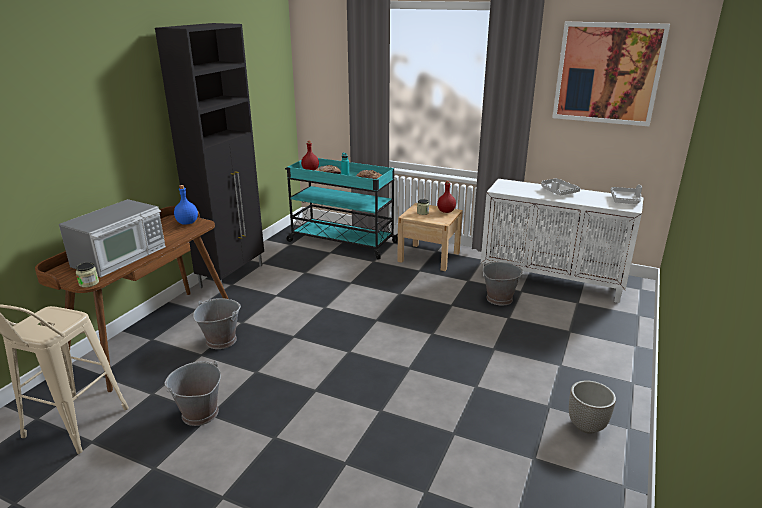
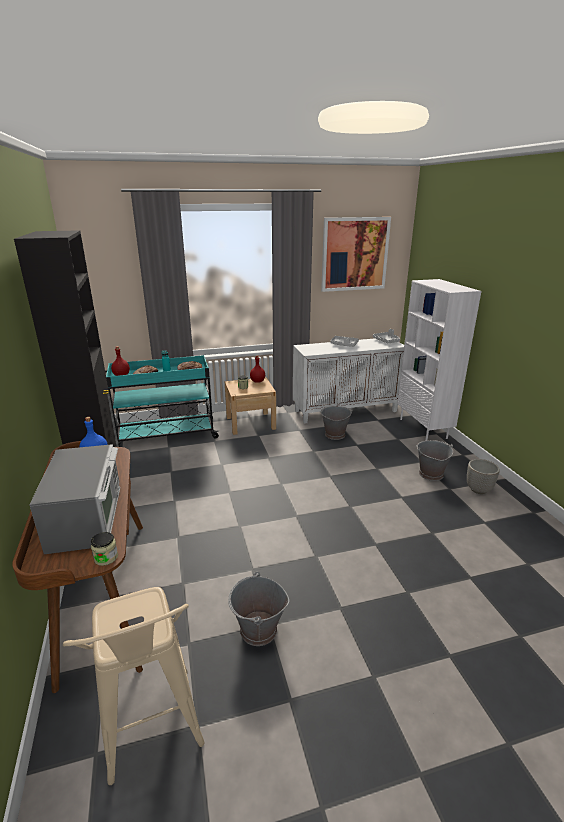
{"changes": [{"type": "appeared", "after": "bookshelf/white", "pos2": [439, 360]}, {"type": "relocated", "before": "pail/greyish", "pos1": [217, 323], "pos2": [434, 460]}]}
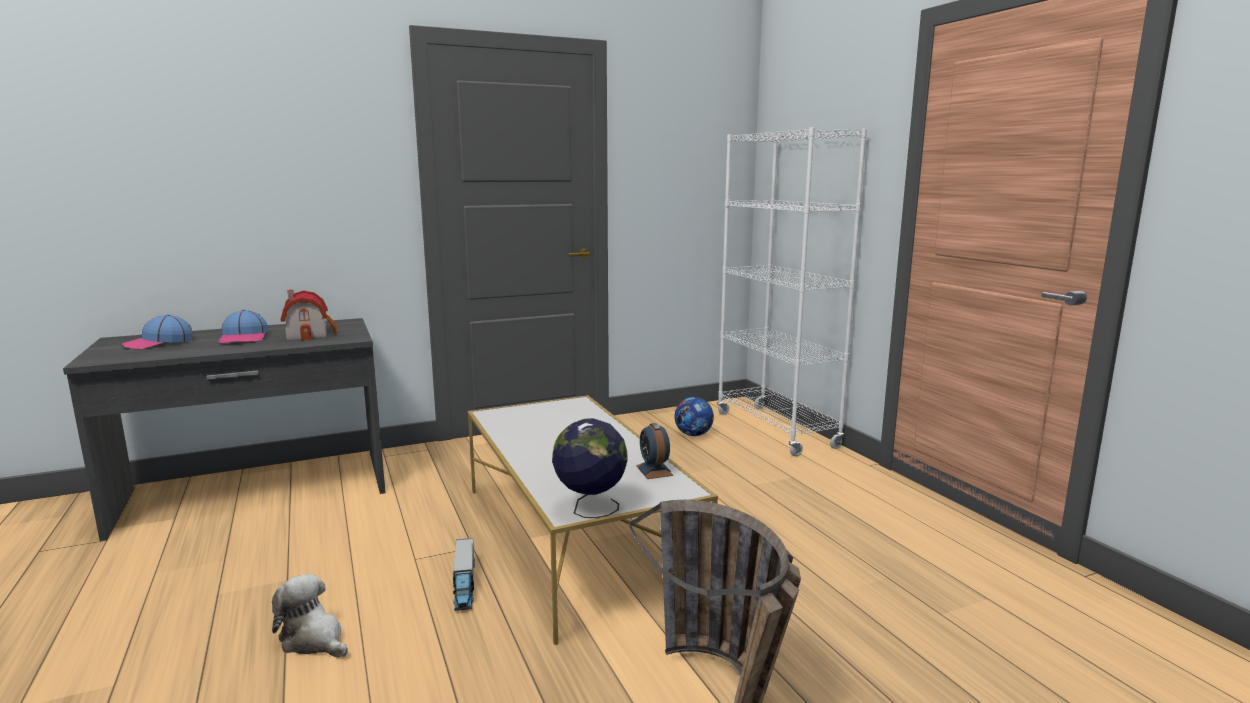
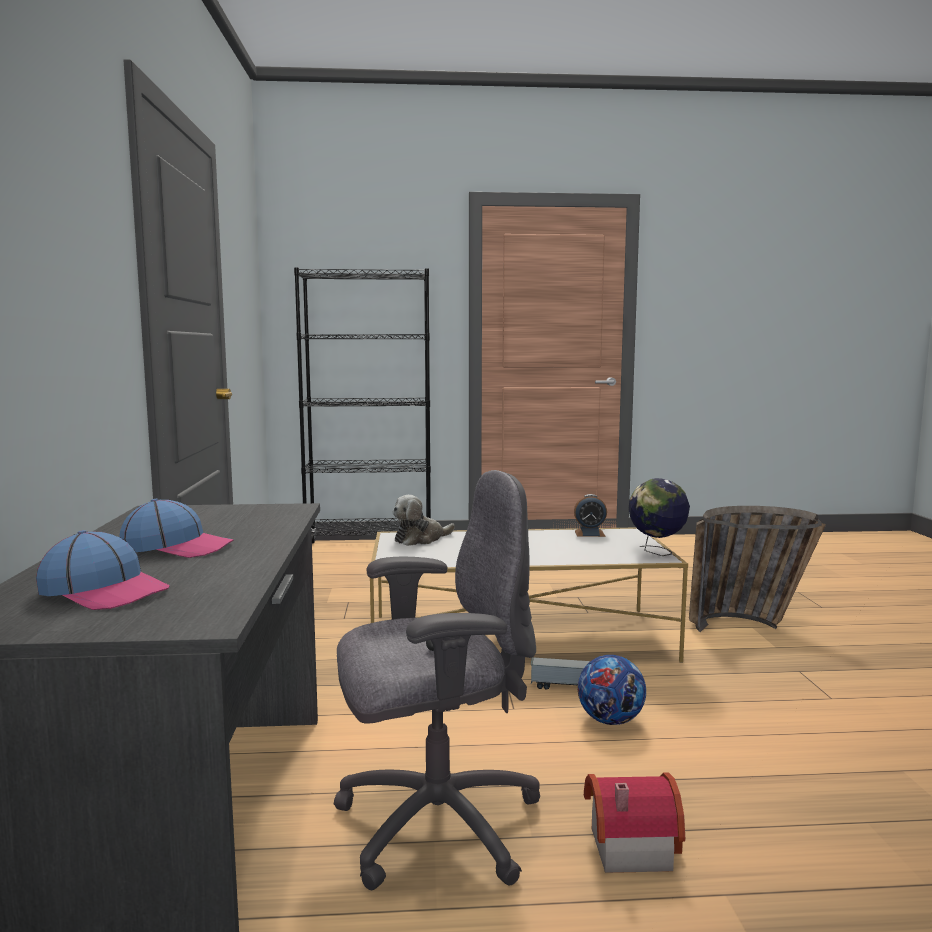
{"changes": [{"type": "appeared", "after": "desk chair/greyish", "pos2": [437, 680]}, {"type": "relocated", "before": "cuddly toy", "pos1": [310, 616], "pos2": [423, 520]}, {"type": "relocated", "before": "toy house", "pos1": [309, 315], "pos2": [634, 823]}, {"type": "relocated", "before": "ball for football", "pos1": [694, 416], "pos2": [612, 690]}, {"type": "colour", "before": "bookshelf/white", "after": "bookshelf/black-coloured", "pos1": [792, 291], "pos2": [362, 405]}, {"type": "spun", "before": "cap", "pos1": [157, 331], "pos2": [103, 570], "turn": -45}]}
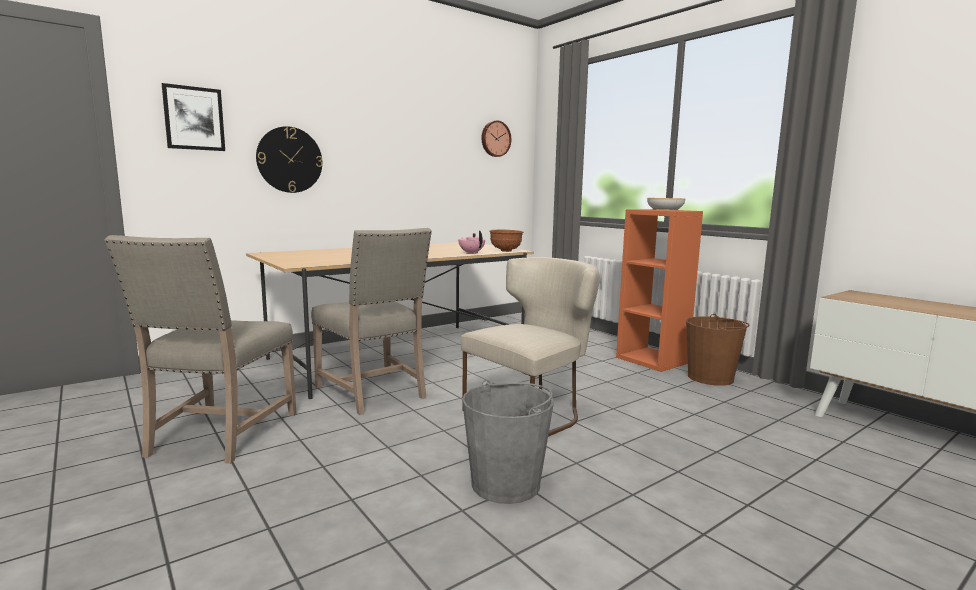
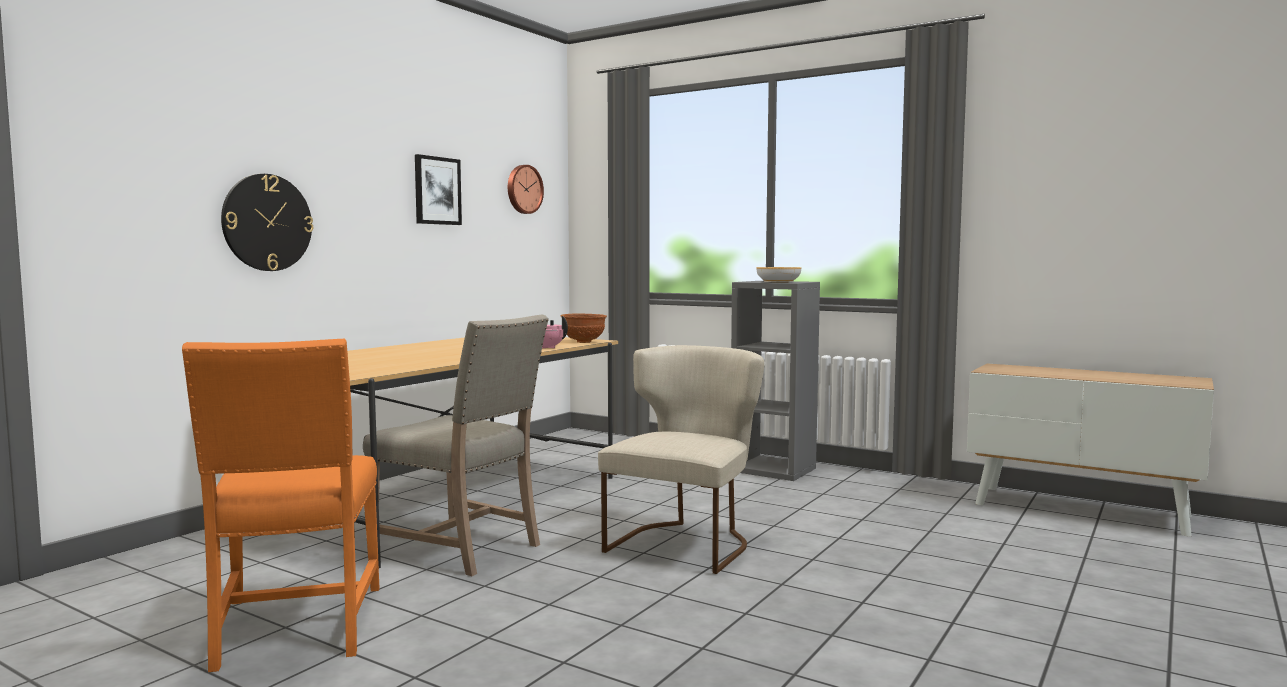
{"changes": [{"type": "missing", "before": "pail/greyish", "pos1": [508, 442]}, {"type": "missing", "before": "pail/brown", "pos1": [718, 350]}, {"type": "relocated", "before": "wall picture", "pos1": [193, 117], "pos2": [438, 189]}, {"type": "colour", "before": "upright chair/beige", "after": "upright chair/orange", "pos1": [200, 349], "pos2": [280, 505]}, {"type": "colour", "before": "bookshelf/orange", "after": "bookshelf/greyish", "pos1": [659, 290], "pos2": [775, 381]}]}
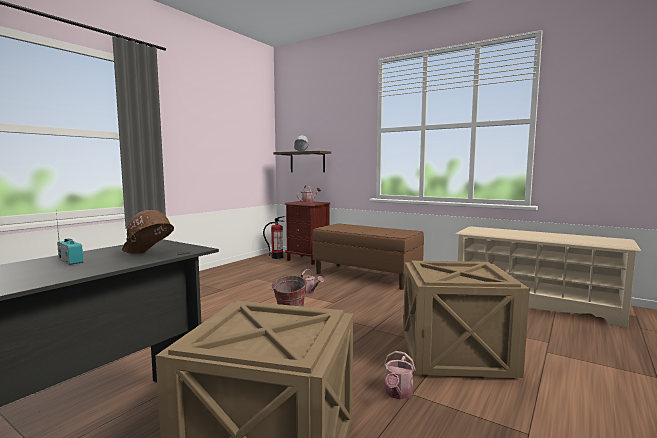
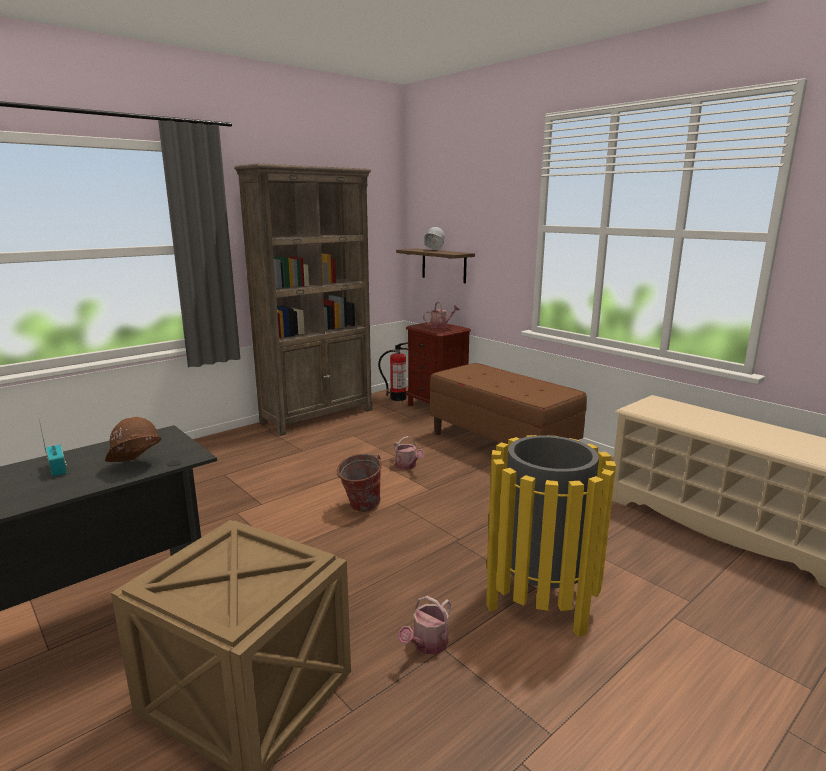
{"changes": [{"type": "appeared", "after": "bookshelf/brown", "pos2": [303, 300]}, {"type": "exchanged", "before": "shipping crate", "after": "trash can/yellow", "pos1": [466, 320], "pos2": [551, 536]}]}
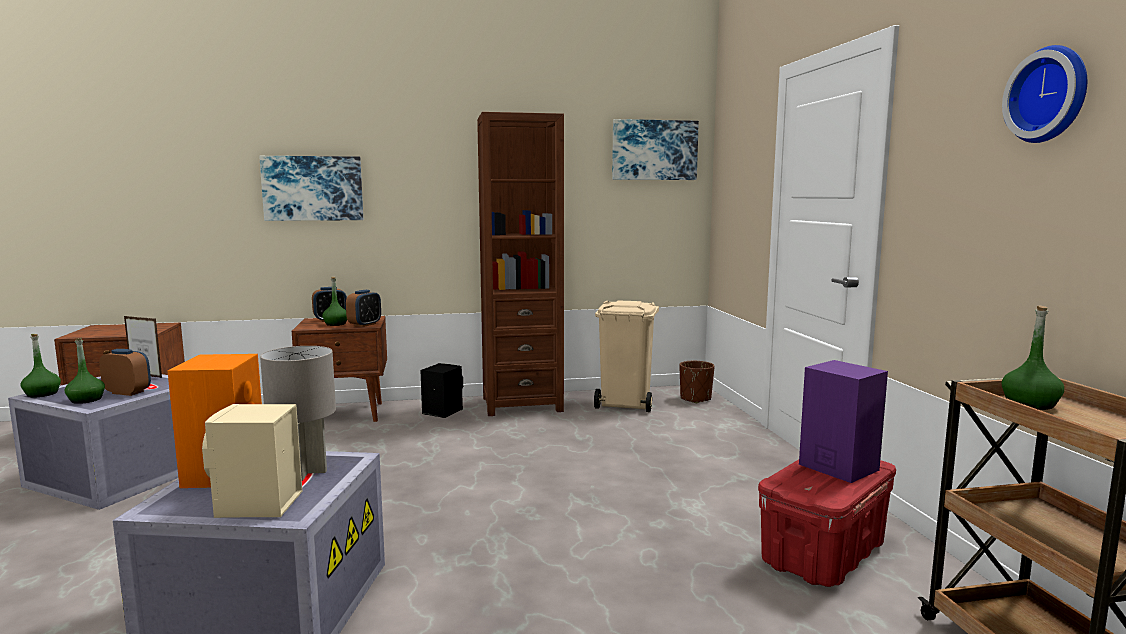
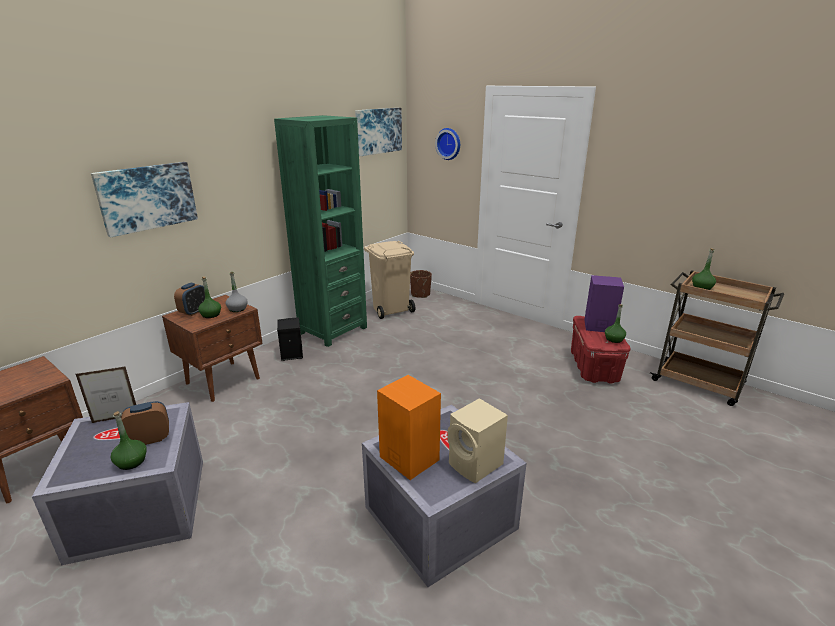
{"changes": [{"type": "missing", "before": "lamp for a table/greyish", "pos1": [298, 413]}, {"type": "relocated", "before": "bottle/greenish", "pos1": [40, 365], "pos2": [615, 323]}, {"type": "relocated", "before": "hanging clock", "pos1": [1044, 94], "pos2": [447, 144]}, {"type": "exchanged", "before": "bedside clock", "after": "bottle/greyish", "pos1": [363, 308], "pos2": [237, 292]}, {"type": "colour", "before": "bookshelf/brown", "after": "bookshelf/greenish", "pos1": [520, 264], "pos2": [320, 231]}]}
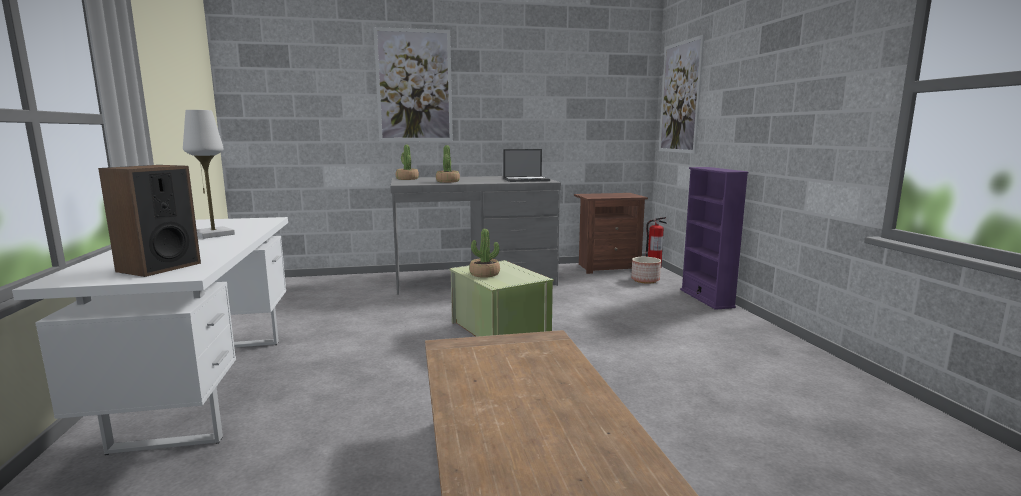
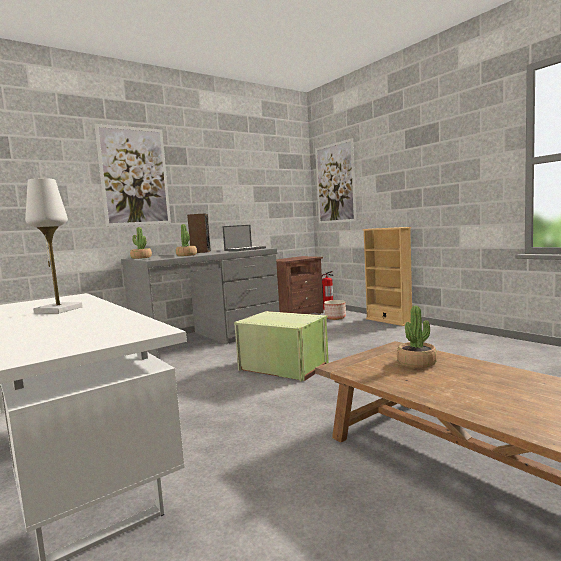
{"changes": [{"type": "relocated", "before": "loudspeaker", "pos1": [149, 221], "pos2": [199, 233]}, {"type": "relocated", "before": "plant in a pot", "pos1": [484, 253], "pos2": [417, 337]}, {"type": "colour", "before": "bookshelf/purple", "after": "bookshelf/beige", "pos1": [714, 238], "pos2": [387, 276]}]}
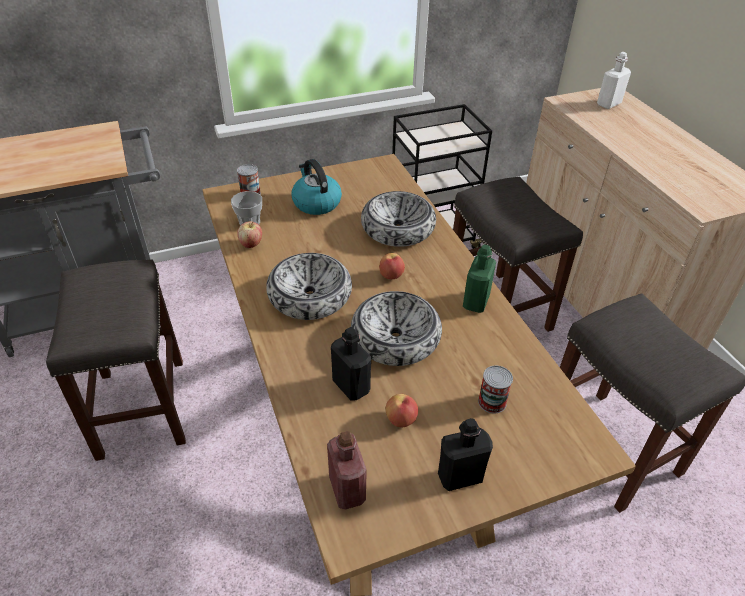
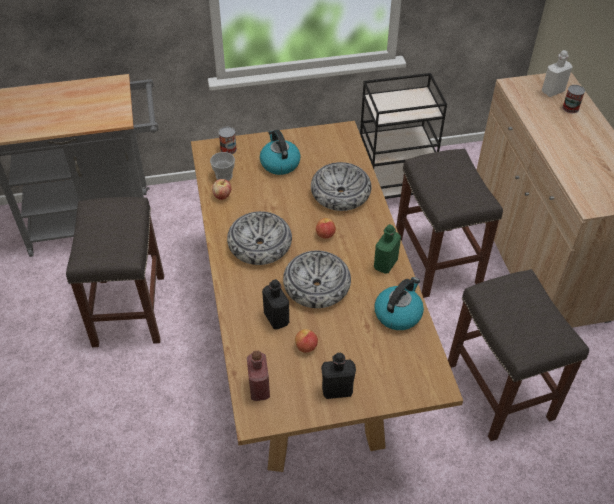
{"changes": [{"type": "appeared", "after": "water kettle", "pos2": [399, 303]}, {"type": "relocated", "before": "metal can", "pos1": [495, 390], "pos2": [573, 99]}]}
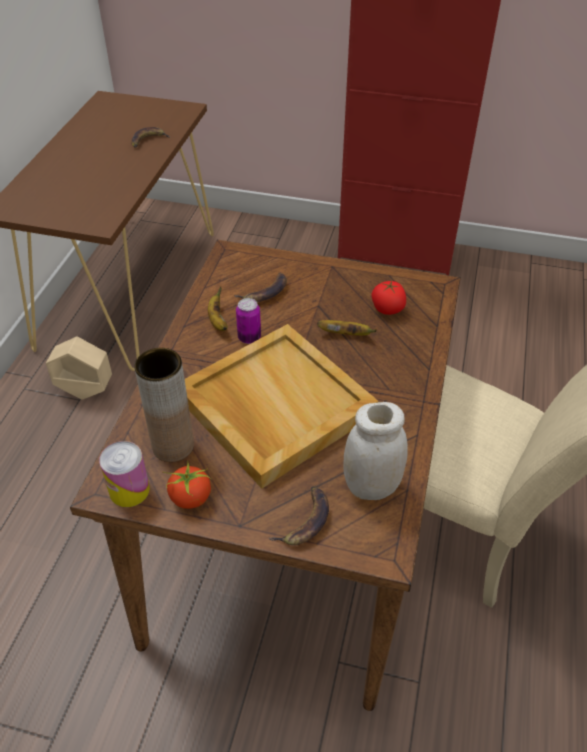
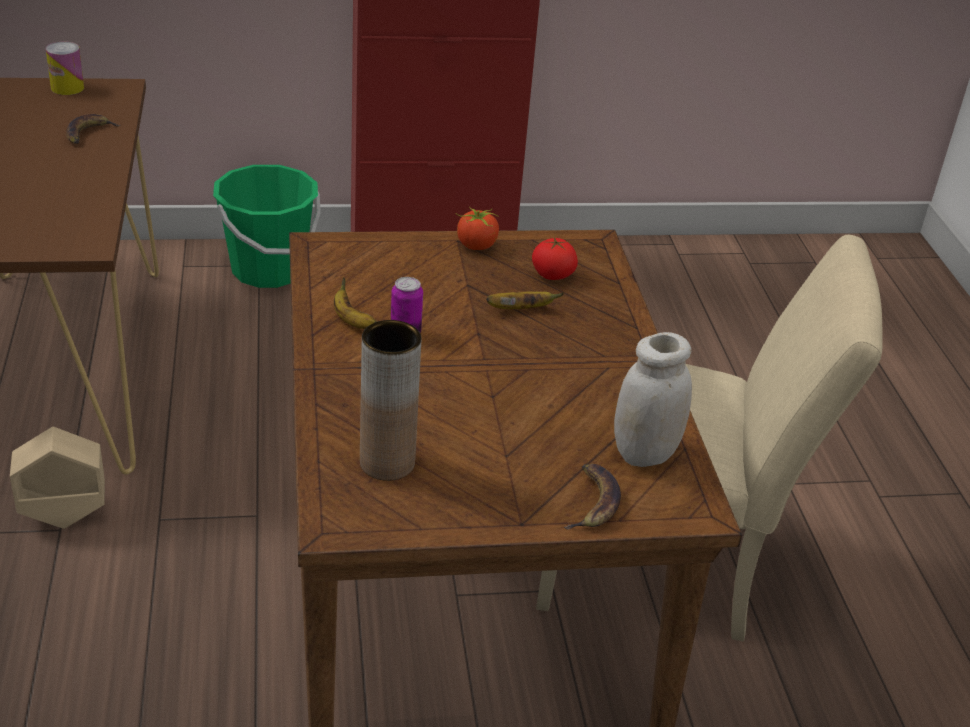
{"changes": [{"type": "missing", "before": "serving tray/beige", "pos1": [281, 406]}, {"type": "missing", "before": "banana", "pos1": [260, 287]}, {"type": "appeared", "after": "pail/greenish", "pos2": [267, 226]}, {"type": "relocated", "before": "metal can", "pos1": [124, 474], "pos2": [65, 68]}, {"type": "relocated", "before": "whole tomato", "pos1": [187, 484], "pos2": [477, 228]}]}
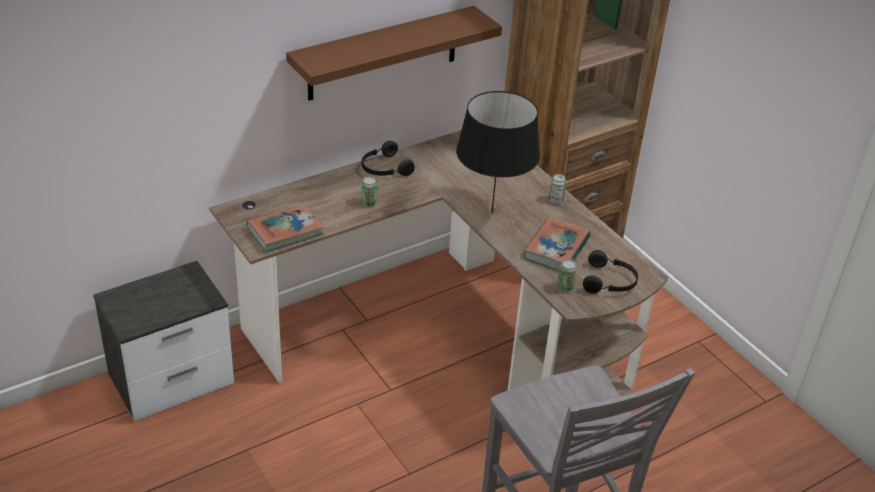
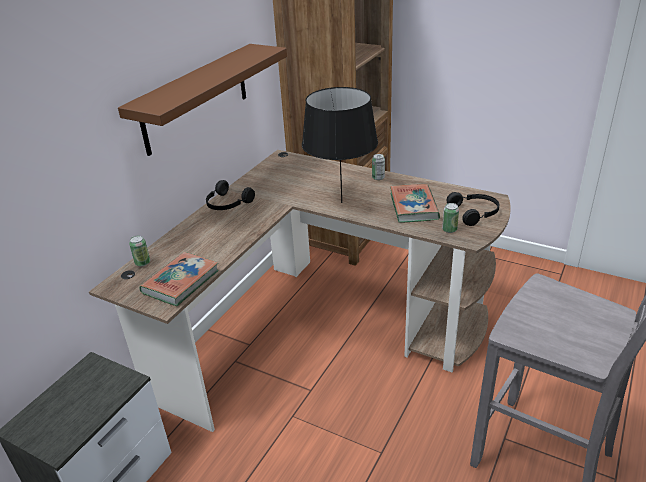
{"changes": [{"type": "relocated", "before": "metal can", "pos1": [369, 192], "pos2": [139, 250]}]}
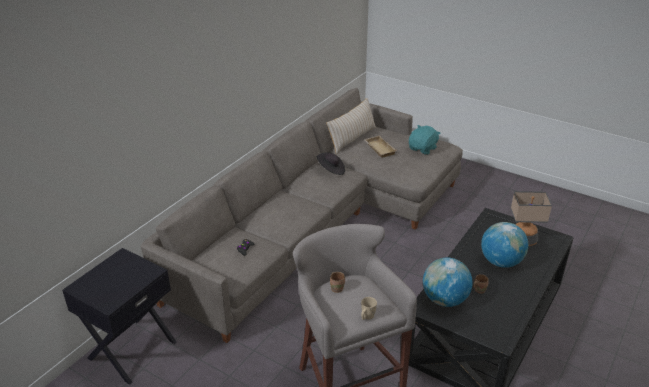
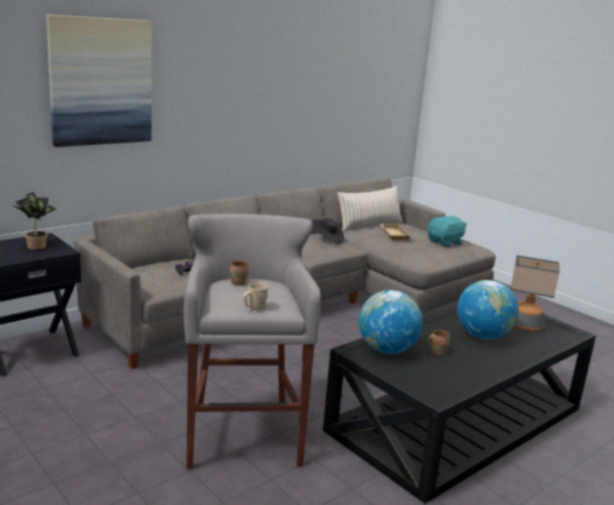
{"changes": [{"type": "appeared", "after": "plant in a pot", "pos2": [34, 221]}, {"type": "appeared", "after": "wall picture", "pos2": [99, 81]}]}
